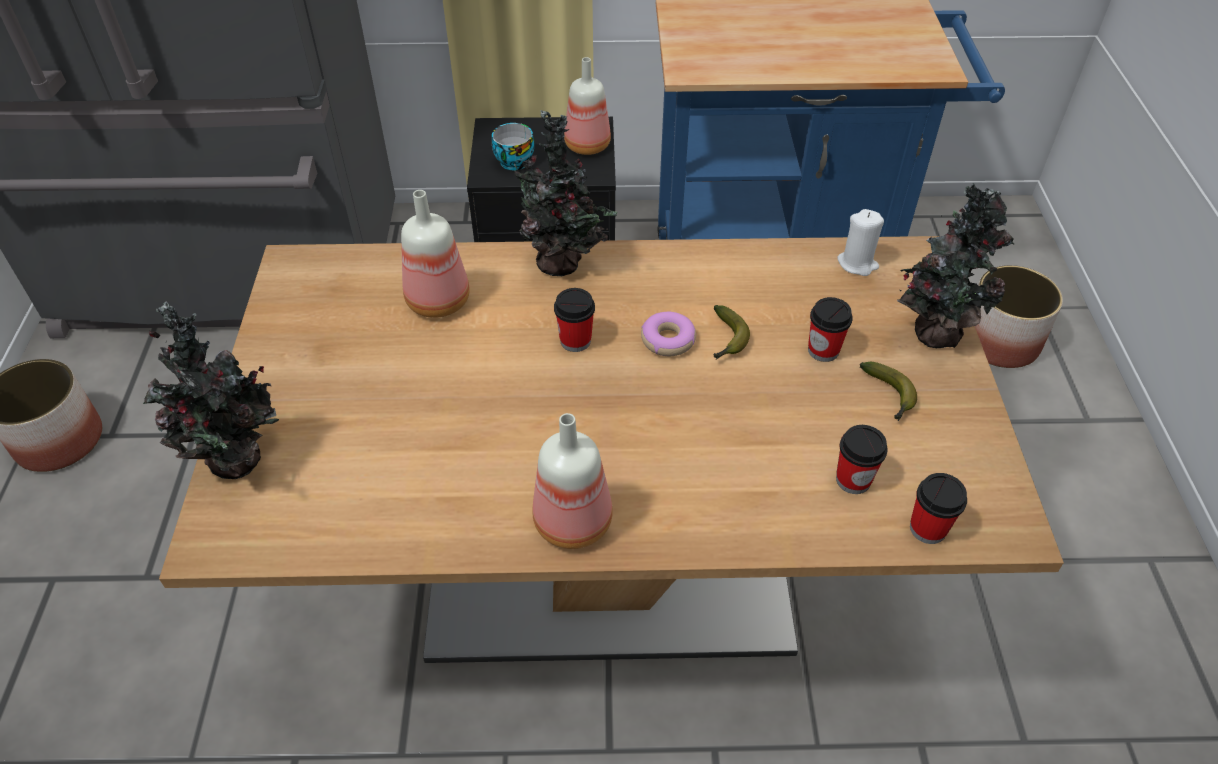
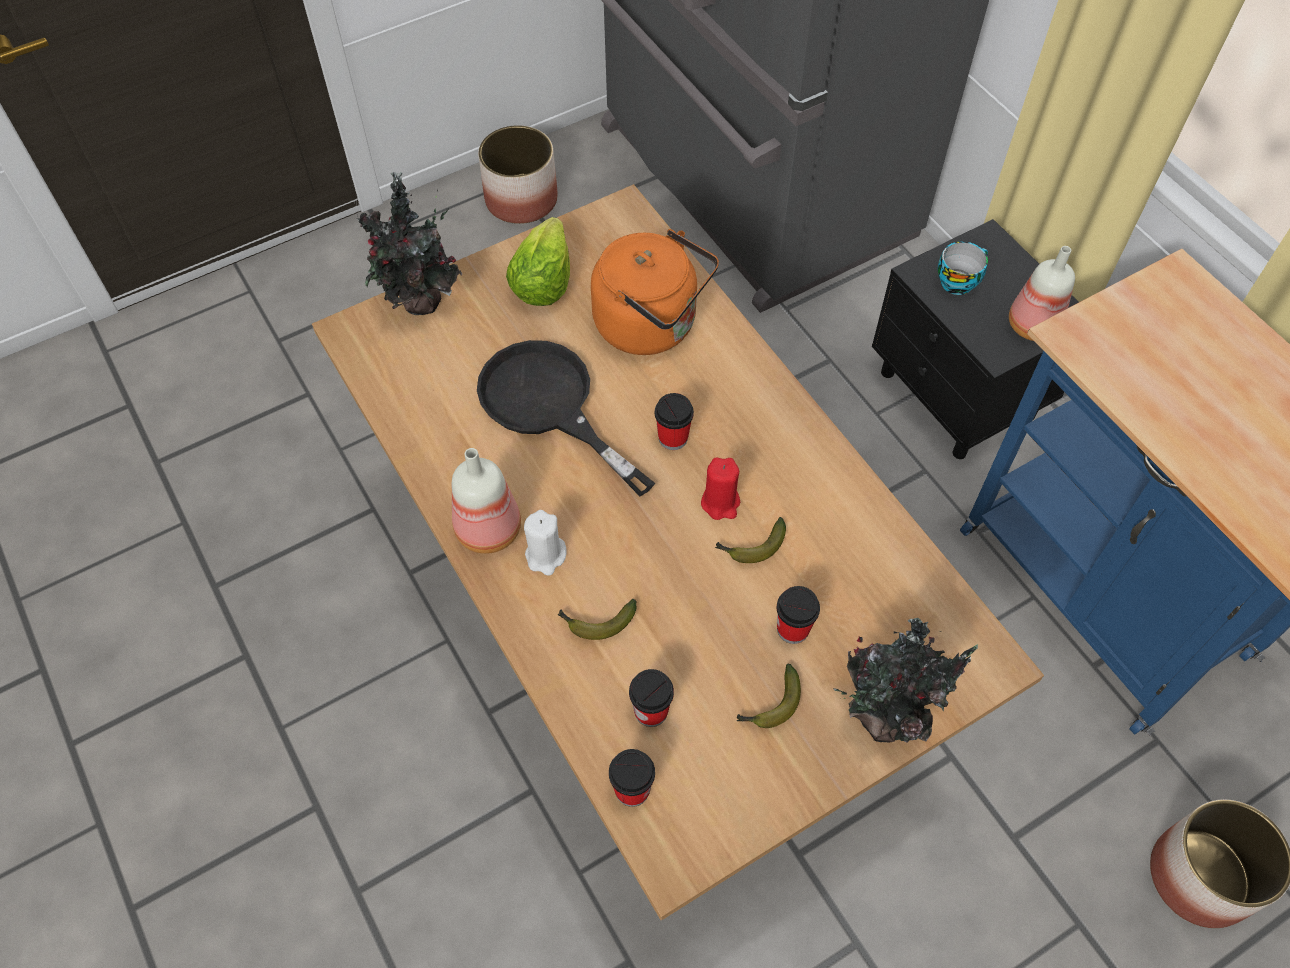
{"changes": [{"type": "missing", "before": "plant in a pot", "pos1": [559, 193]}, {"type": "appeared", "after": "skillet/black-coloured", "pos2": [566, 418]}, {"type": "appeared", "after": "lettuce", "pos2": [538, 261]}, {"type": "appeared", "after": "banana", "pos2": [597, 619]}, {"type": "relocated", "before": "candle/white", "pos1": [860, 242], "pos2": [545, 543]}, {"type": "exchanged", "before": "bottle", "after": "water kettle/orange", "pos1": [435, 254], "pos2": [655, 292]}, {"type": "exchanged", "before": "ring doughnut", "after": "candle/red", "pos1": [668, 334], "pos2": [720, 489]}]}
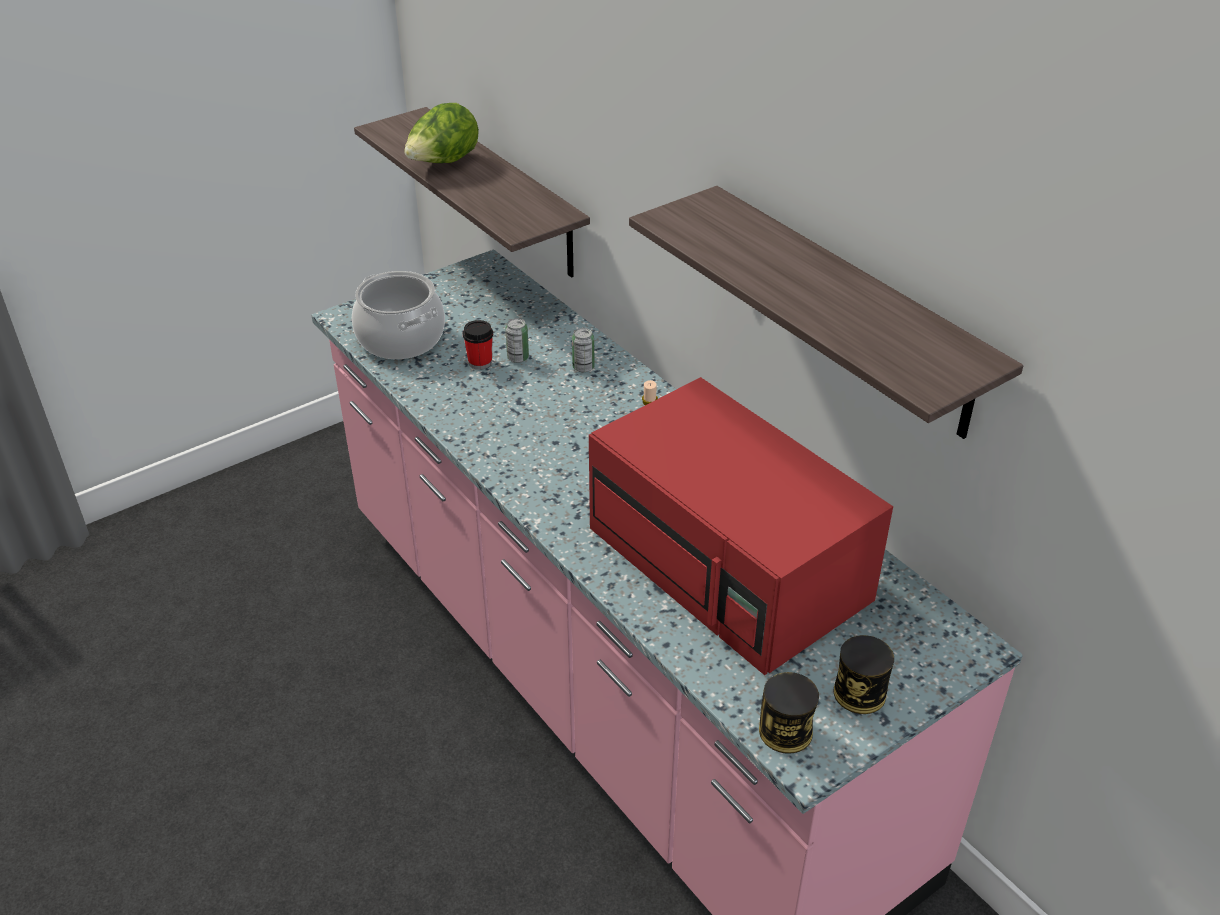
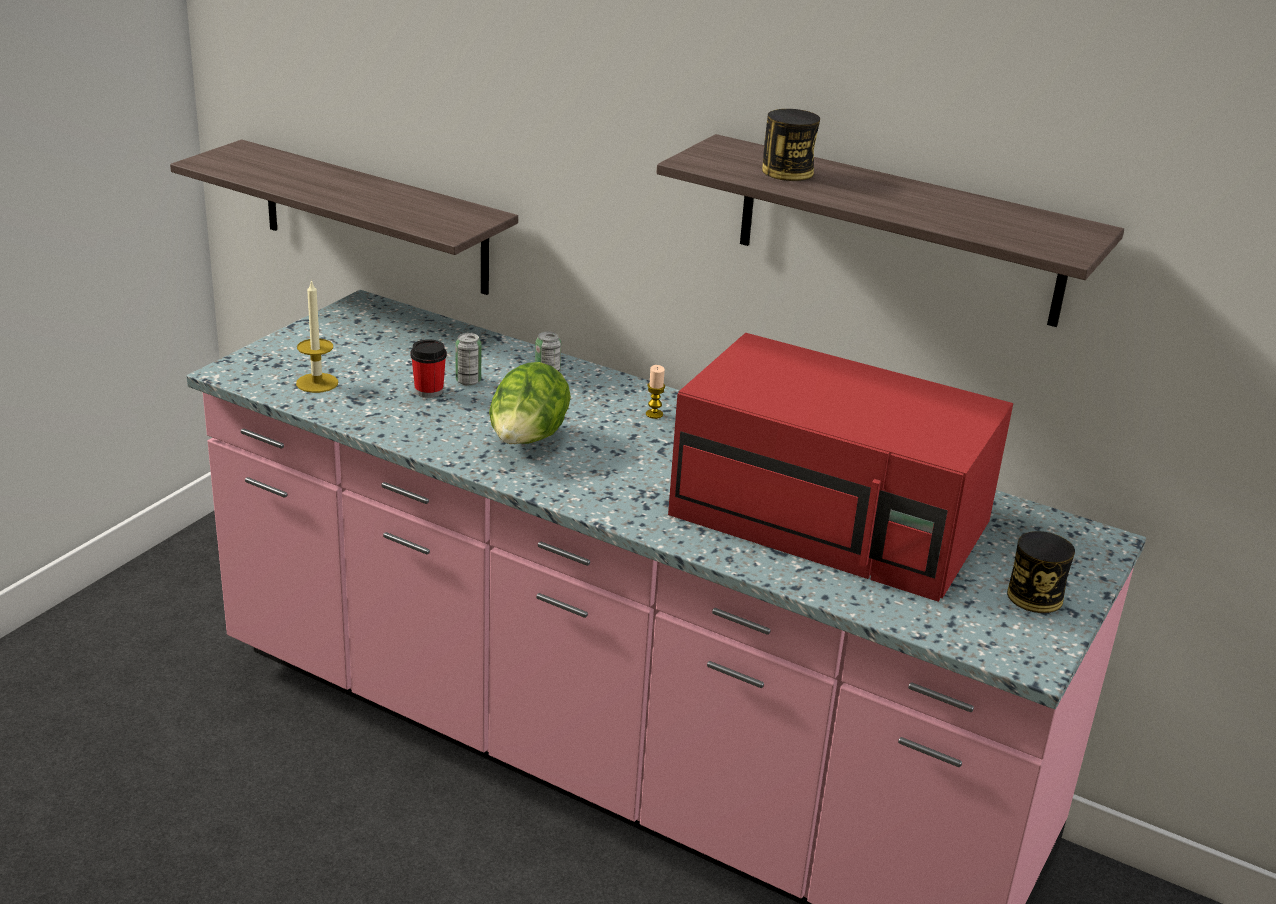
{"changes": [{"type": "relocated", "before": "lettuce", "pos1": [441, 133], "pos2": [530, 403]}, {"type": "relocated", "before": "metal can", "pos1": [789, 713], "pos2": [791, 145]}, {"type": "exchanged", "before": "saucepot", "after": "candle", "pos1": [398, 315], "pos2": [317, 336]}]}
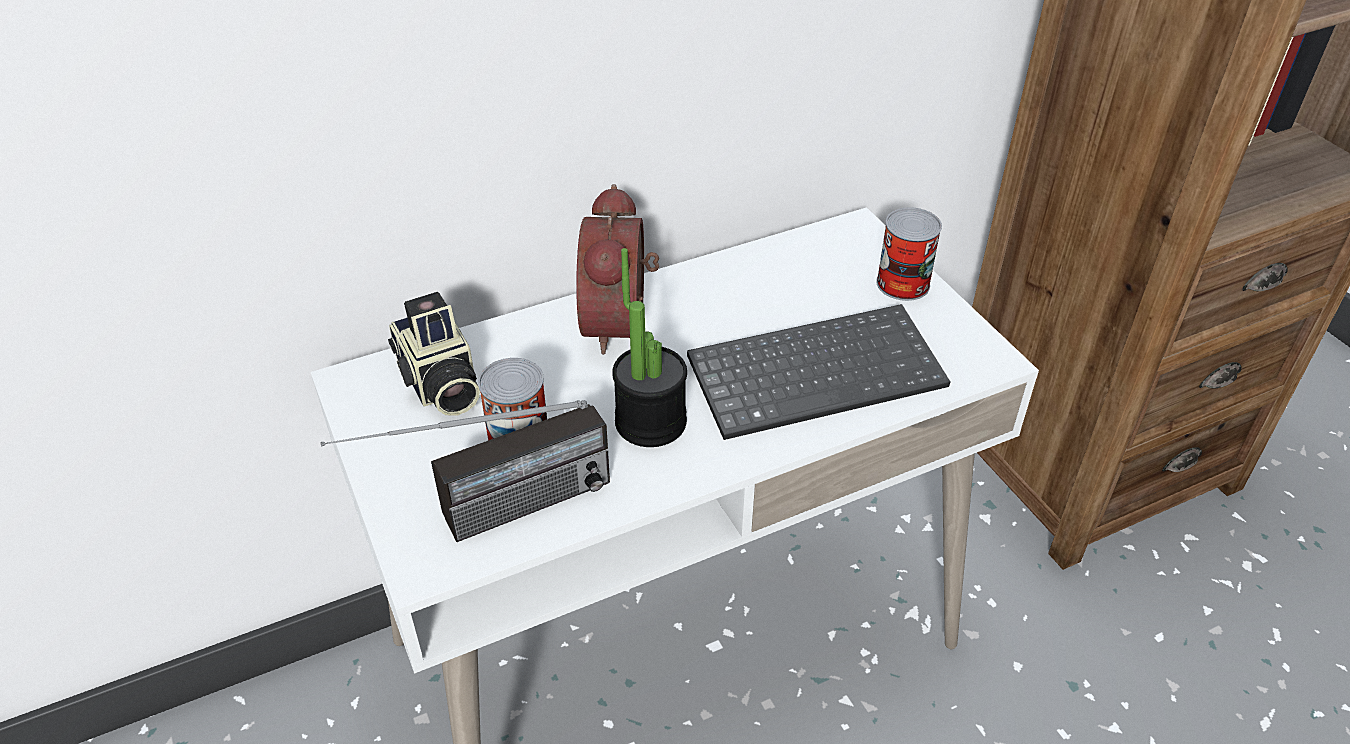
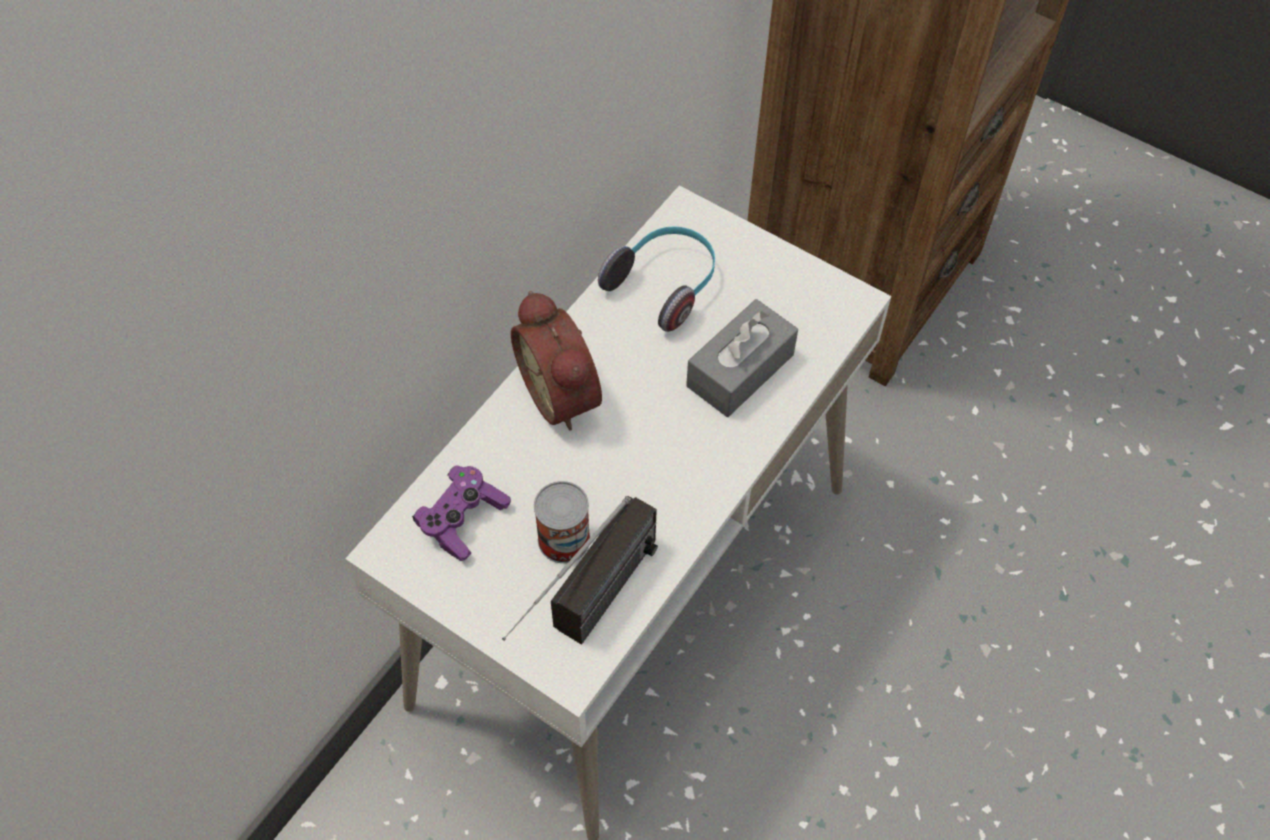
{"changes": [{"type": "missing", "before": "plant in a pot", "pos1": [649, 347]}, {"type": "missing", "before": "metal can", "pos1": [909, 254]}, {"type": "appeared", "after": "headphones", "pos2": [656, 279]}, {"type": "exchanged", "before": "photo camera", "after": "gamepad/purple", "pos1": [434, 354], "pos2": [461, 513]}, {"type": "exchanged", "before": "PC keyboard", "after": "tissue box/greyish", "pos1": [818, 372], "pos2": [742, 358]}]}
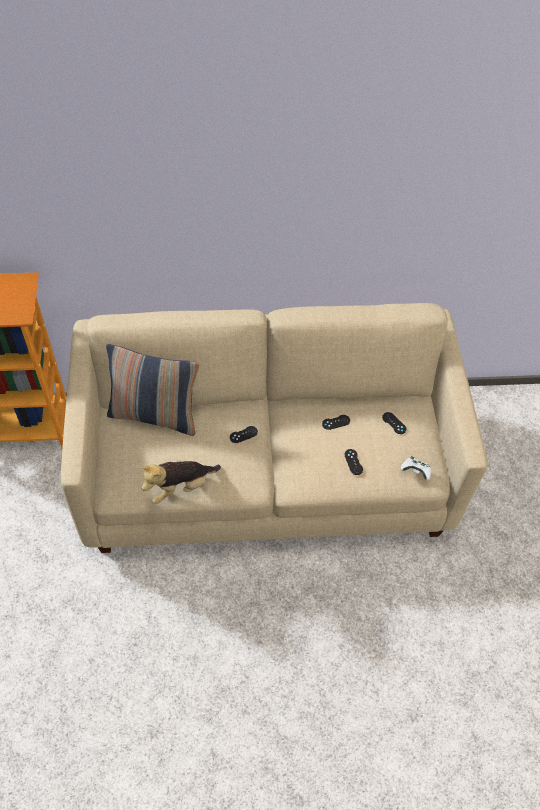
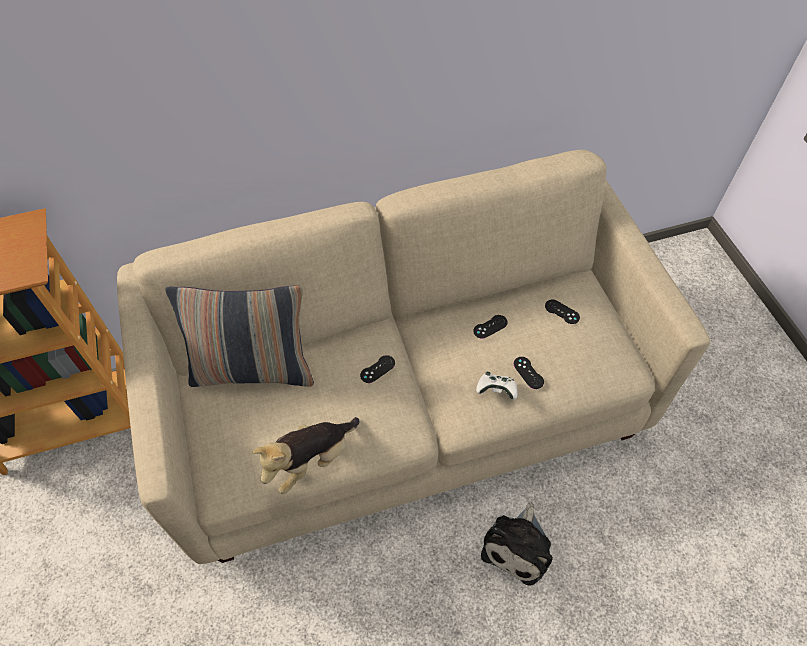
{"changes": [{"type": "appeared", "after": "cuddly toy", "pos2": [517, 544]}, {"type": "relocated", "before": "gamepad/white", "pos1": [416, 468], "pos2": [497, 386]}]}
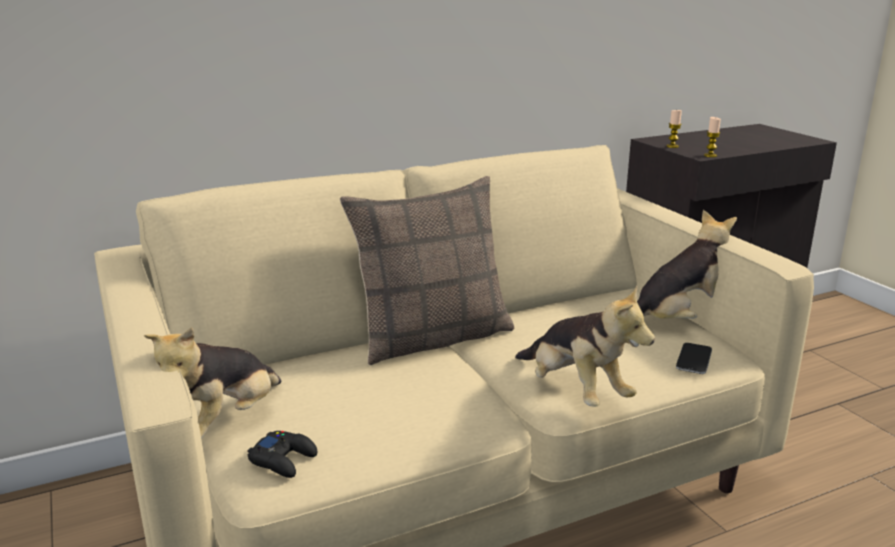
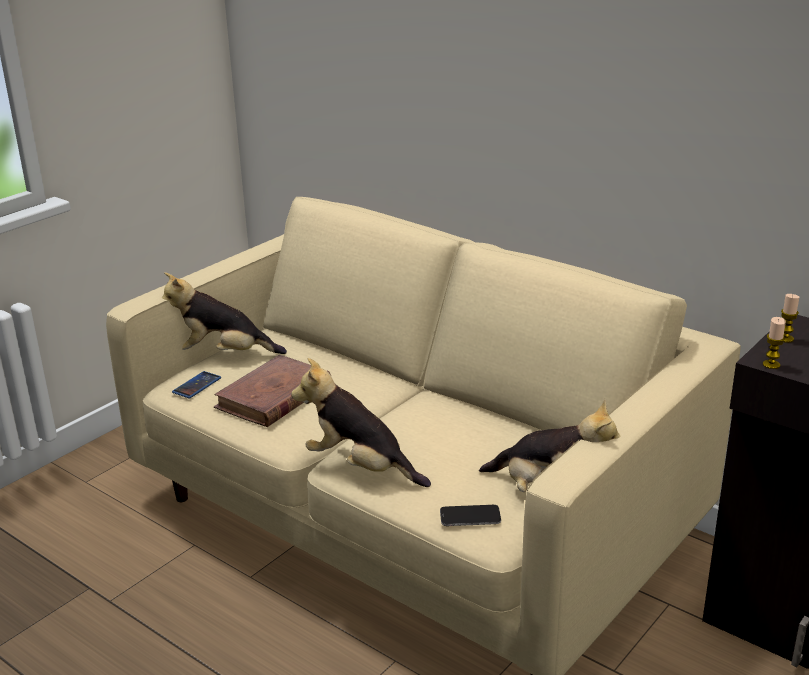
{"changes": [{"type": "missing", "before": "cushion", "pos1": [427, 270]}, {"type": "appeared", "after": "volume/brown", "pos2": [272, 391]}, {"type": "exchanged", "before": "gamepad/black-coloured", "after": "handset", "pos1": [282, 454], "pos2": [196, 385]}, {"type": "spun", "before": "cuddly toy", "pos1": [585, 346], "pos2": [361, 422], "turn": 90}]}
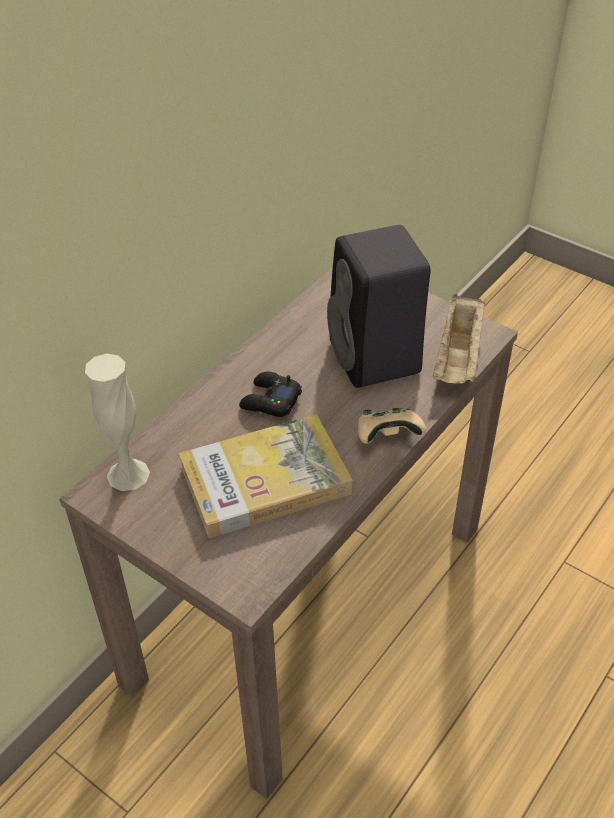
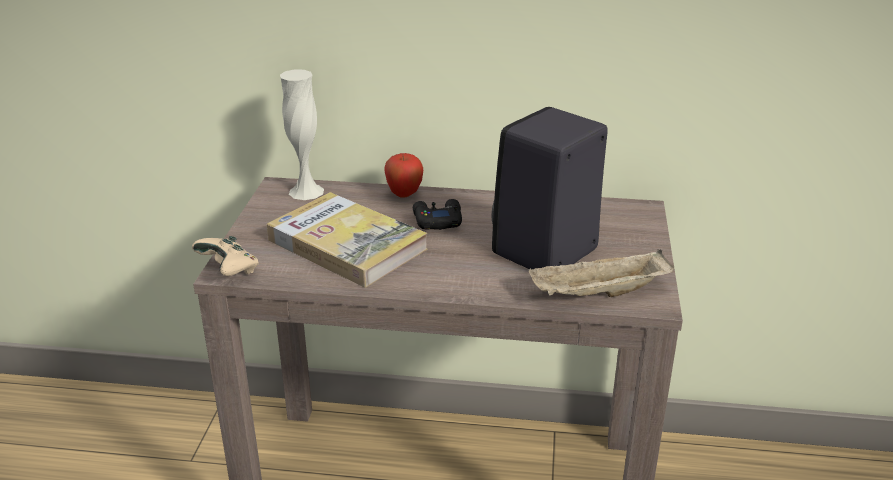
{"changes": [{"type": "appeared", "after": "apple fruit", "pos2": [403, 175]}, {"type": "relocated", "before": "gamepad/beige", "pos1": [392, 426], "pos2": [225, 256]}]}
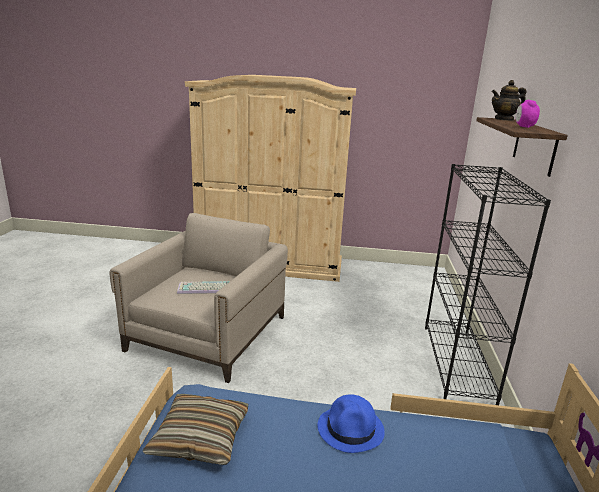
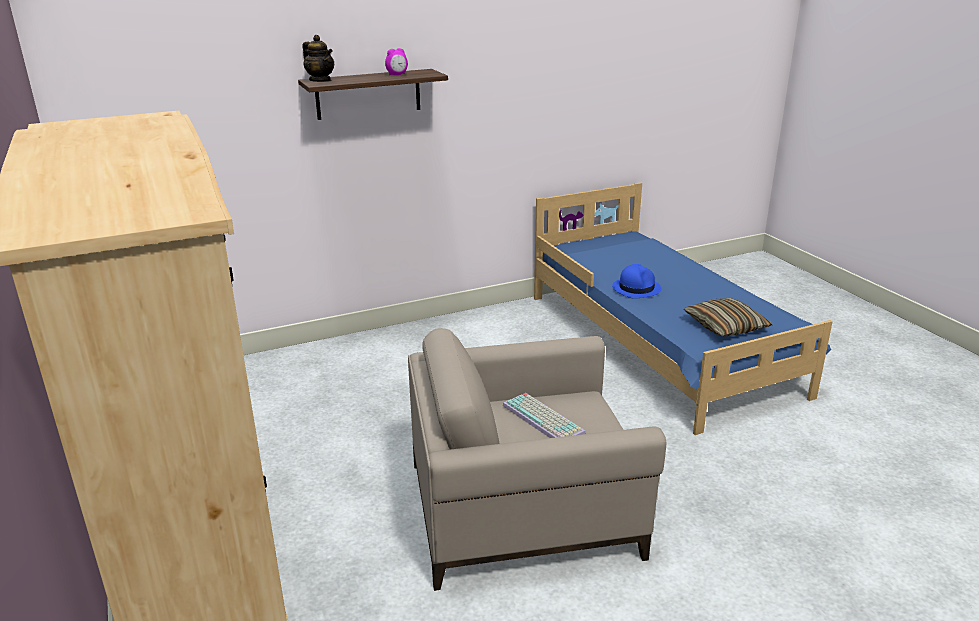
{"changes": [{"type": "missing", "before": "bookshelf/black-coloured", "pos1": [488, 284]}]}
